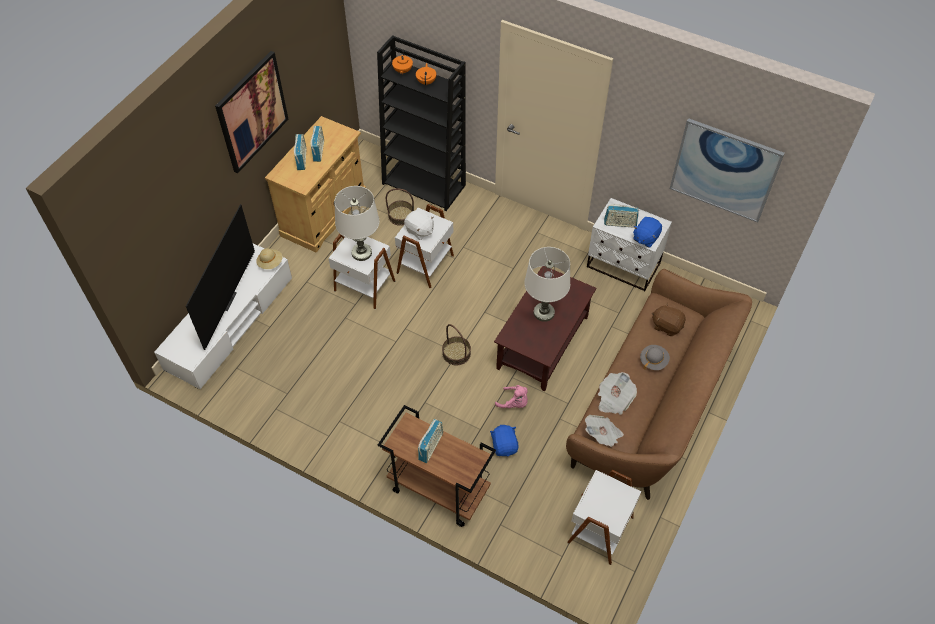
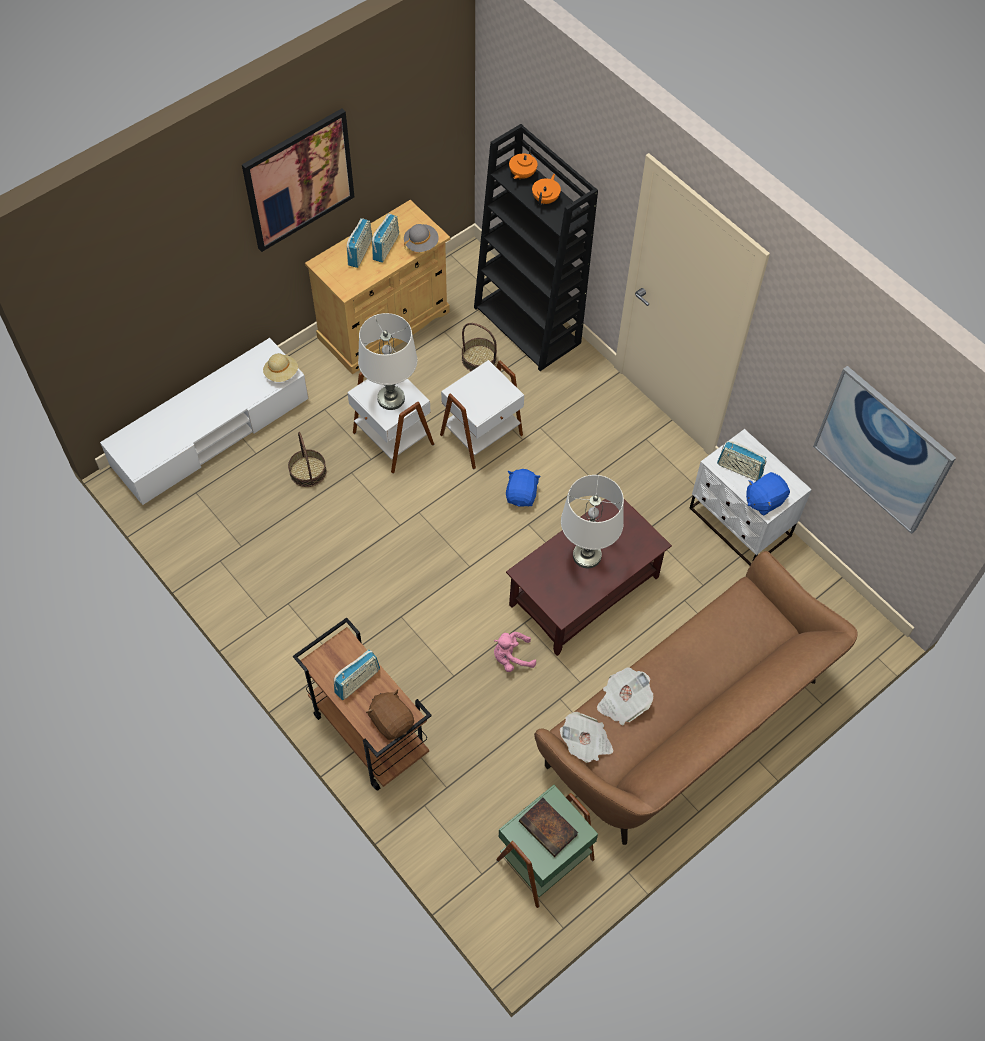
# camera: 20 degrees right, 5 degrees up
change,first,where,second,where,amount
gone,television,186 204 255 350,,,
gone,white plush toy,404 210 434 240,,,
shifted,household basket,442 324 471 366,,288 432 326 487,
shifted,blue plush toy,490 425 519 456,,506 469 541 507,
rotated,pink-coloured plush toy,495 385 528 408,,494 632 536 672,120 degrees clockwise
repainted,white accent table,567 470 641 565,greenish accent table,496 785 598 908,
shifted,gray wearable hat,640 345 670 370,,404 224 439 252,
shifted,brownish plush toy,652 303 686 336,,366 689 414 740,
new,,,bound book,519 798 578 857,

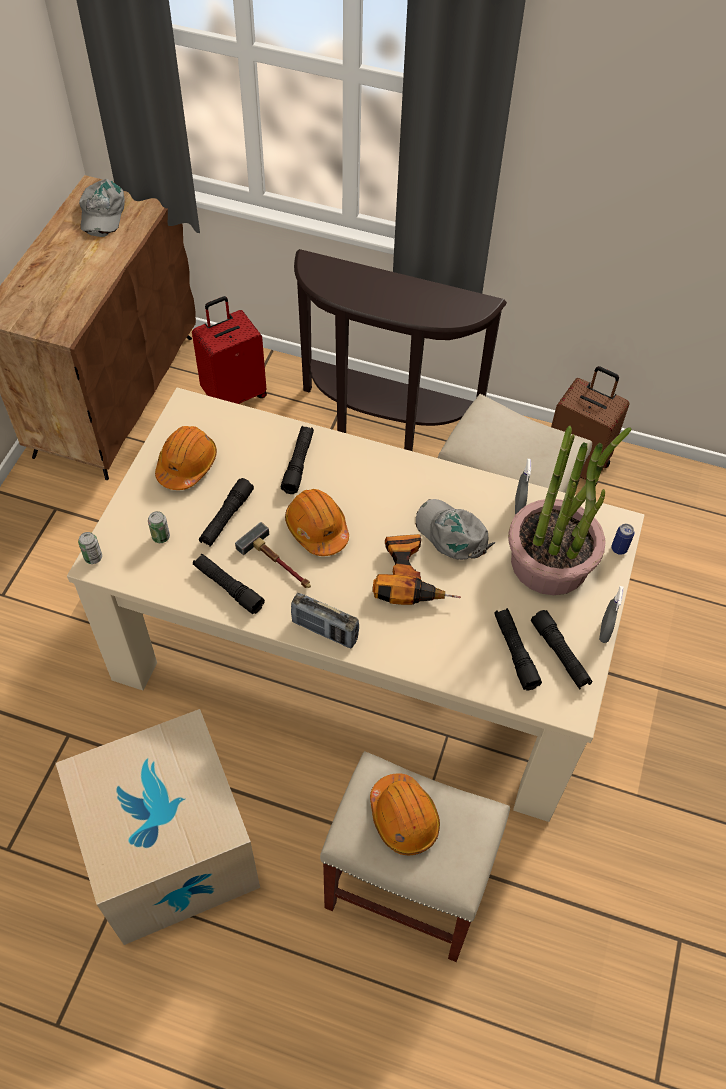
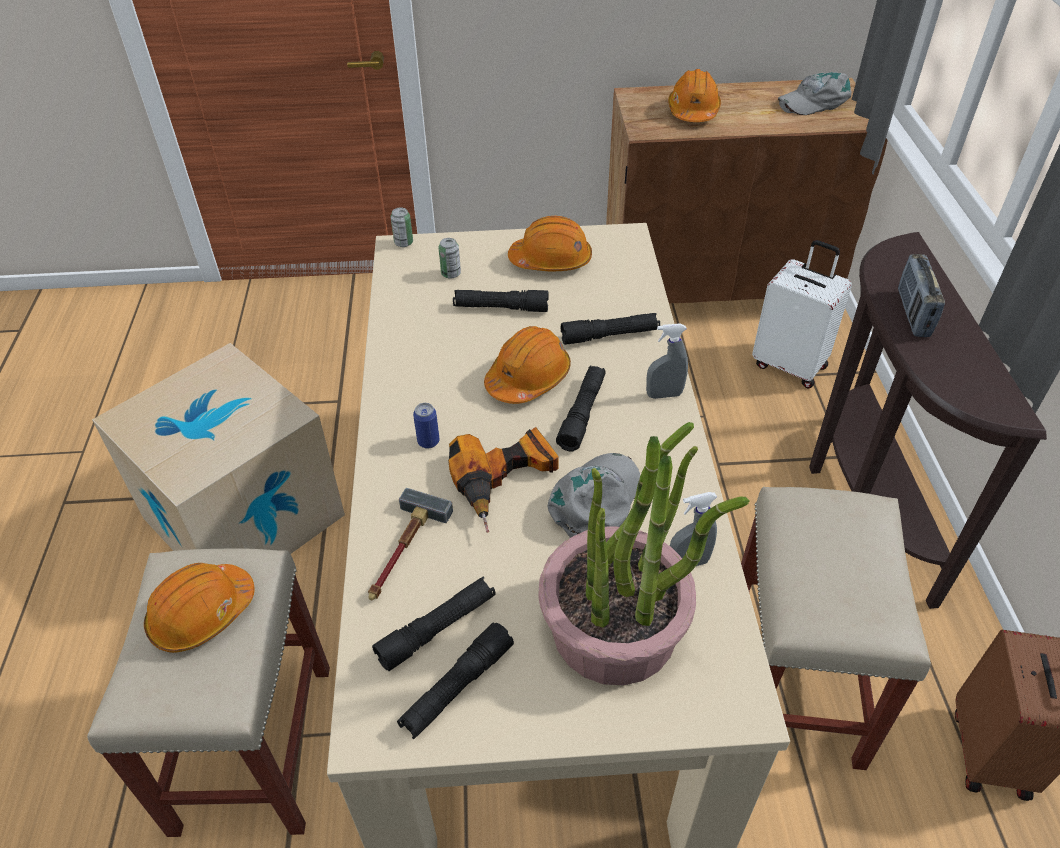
# camera: 70 degrees right, 10 degrees down
change,first,where,second,where,amount
repainted,red-coloured suitcase,192 296 267 404,white suitcase,752 240 852 388,
shifted,black-coloured torch,193 554 265 614,,556 366 606 451,
shifted,hammer,235 522 311 588,,368 488 453 600,
shifted,radio,291 592 359 648,,898 254 945 337,
shifted,gray spray bottle,599 586 624 643,,646 323 688 399,
shifted,metal can,611 524 635 555,,413 403 440 449,
new,,,orange hard hat,668 69 721 122,

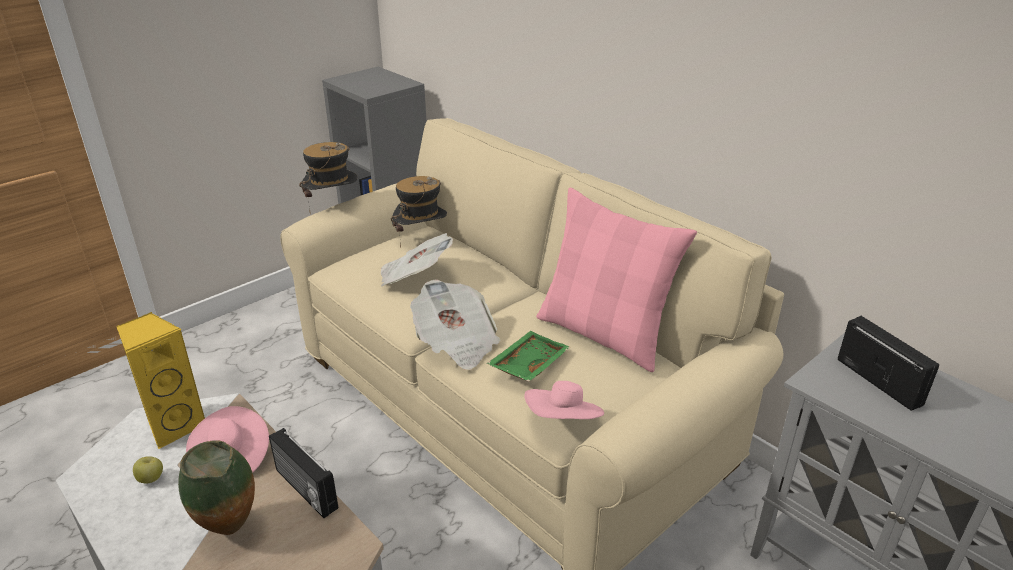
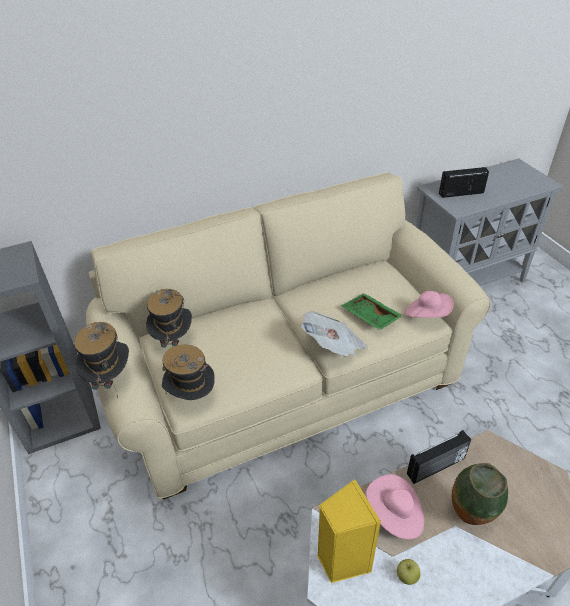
# camera: 70 degrees left, 10 degrees up
change,first,where,second,where,amount
gone,daily paper,381 233 453 287,,,
gone,pink-coloured throw pillow,536 188 697 372,,,
new,,,wearable hat,162 344 215 400,

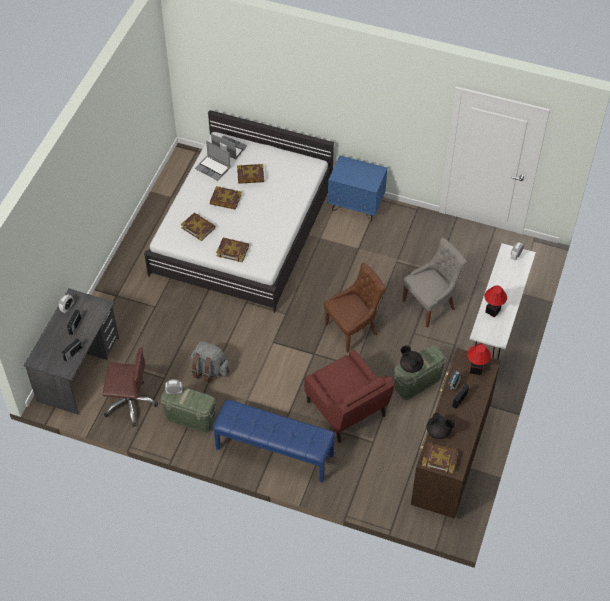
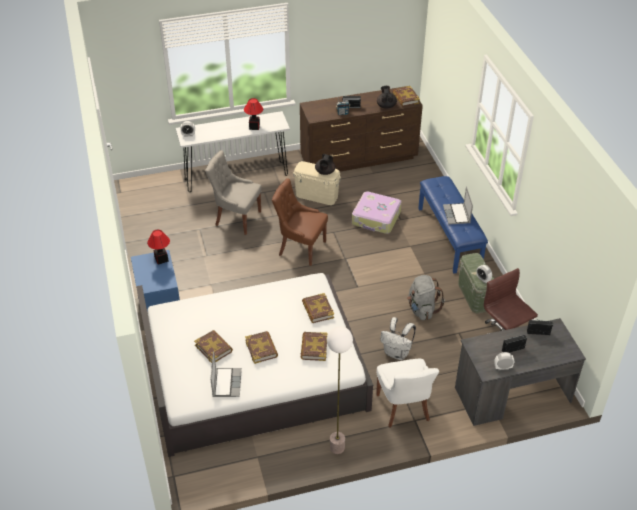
# camera: 125 degrees left, 10 degrees down
change,first,where,second,where,amount
shifted,notebook computer,211 134 247 159,,443 187 473 225,
swapped,red-coloured armchair,305 350 395 443,suitcase,352 191 402 234,
repainted,greenish storage container,394 345 446 400,sand-coloured storage container,293 161 341 205,
shifted,table lamp,467 344 491 375,,147 230 170 265,
new,,,floor lamp,327 326 353 454,
new,,,white plain chair,376 359 439 428,
new,,,white backpack,380 317 416 360,

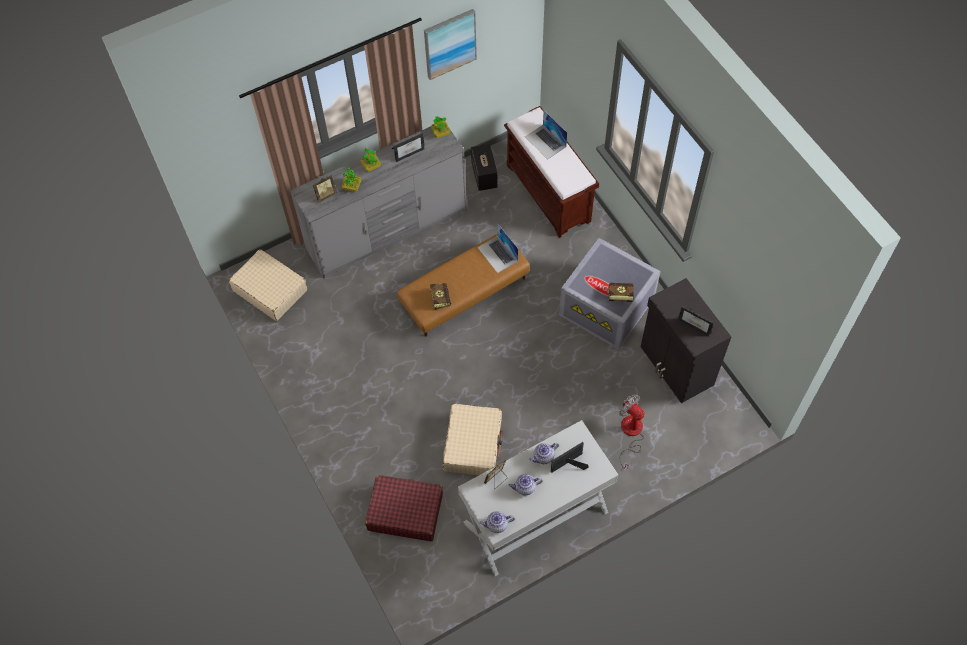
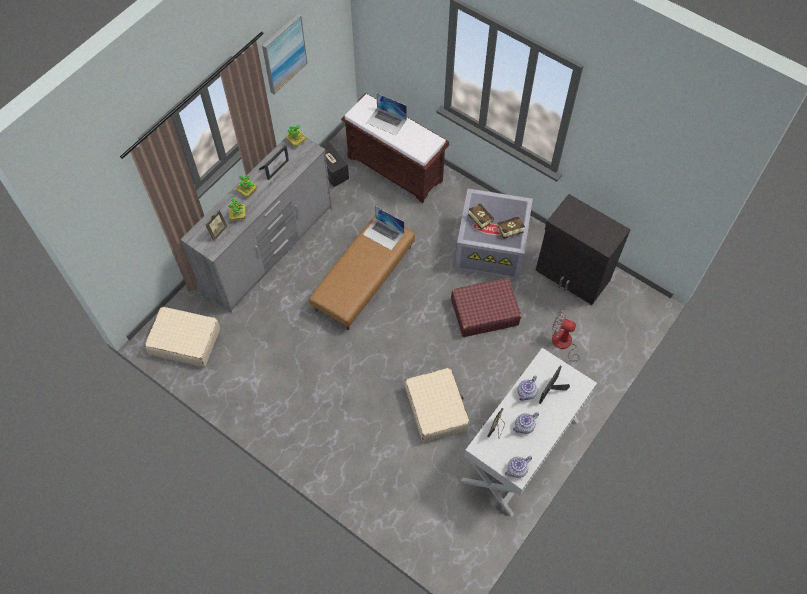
# camera: 25 degrees left, 0 degrees up
change,first,where,second,where,amount
shifted,red-coloured suitcase,365 475 443 541,,451 278 521 337,
shifted,bound book,430 283 451 310,,467 204 494 230,
gone,standing frame,678 306 714 336,,,

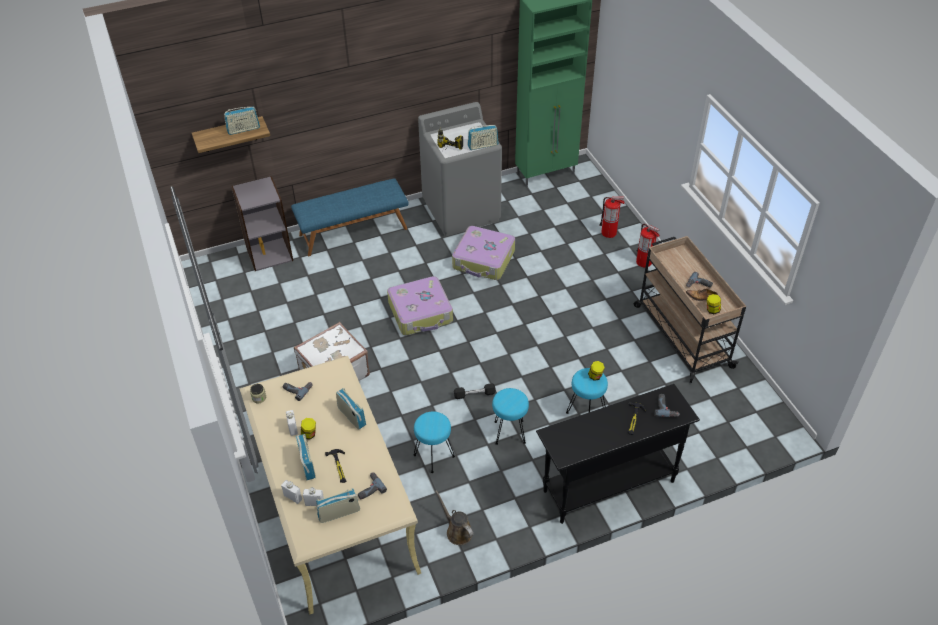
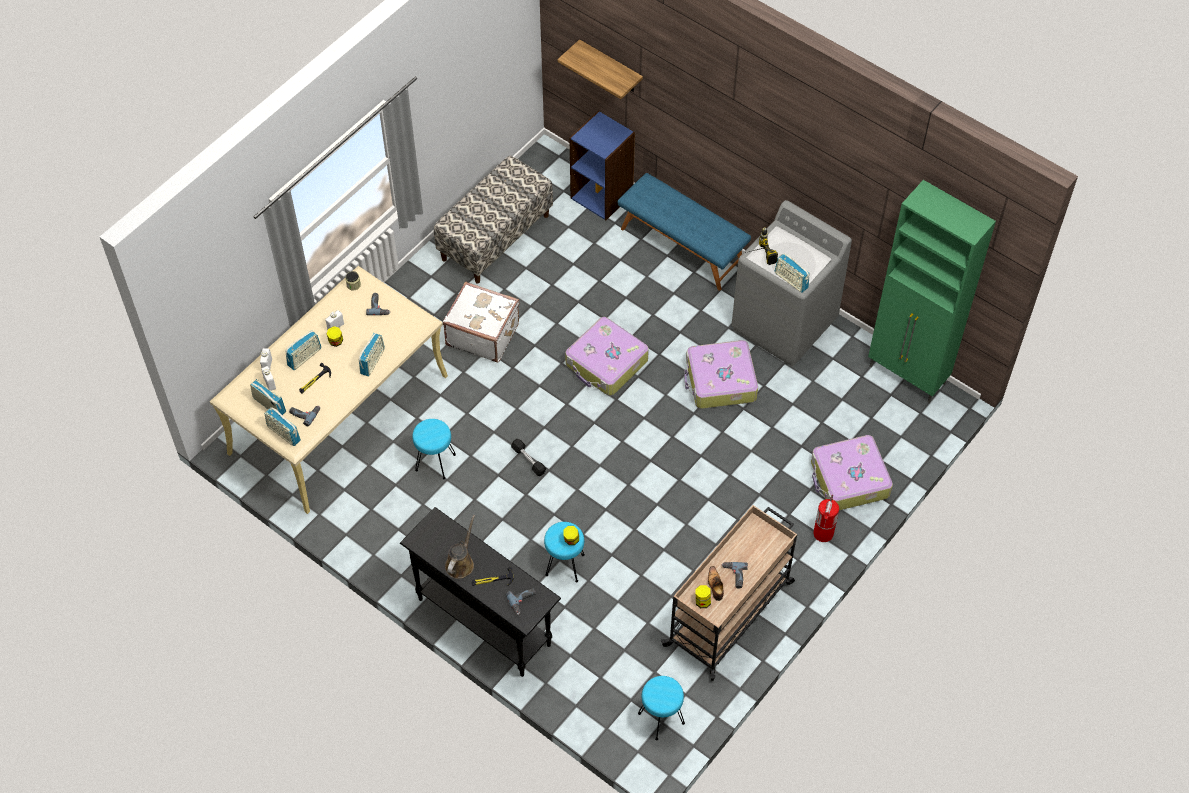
# camera: 60 degrees right, 10 degrees up
change,first,where,second,where,amount
shifted,radio,224 107 260 135,,264 407 301 446,
repainted,gray bookshelf,231 176 293 271,blue bookshelf,569 111 635 220,
shifted,brownish watering can,435 490 474 545,,445 515 475 579,
shifted,turquoise-coloured sitting stool,492 388 529 445,,638 676 685 741,
swapped,extinguisher,599 196 625 238,suitcase,811 435 893 510,
new,,,bench,434 155 553 284,

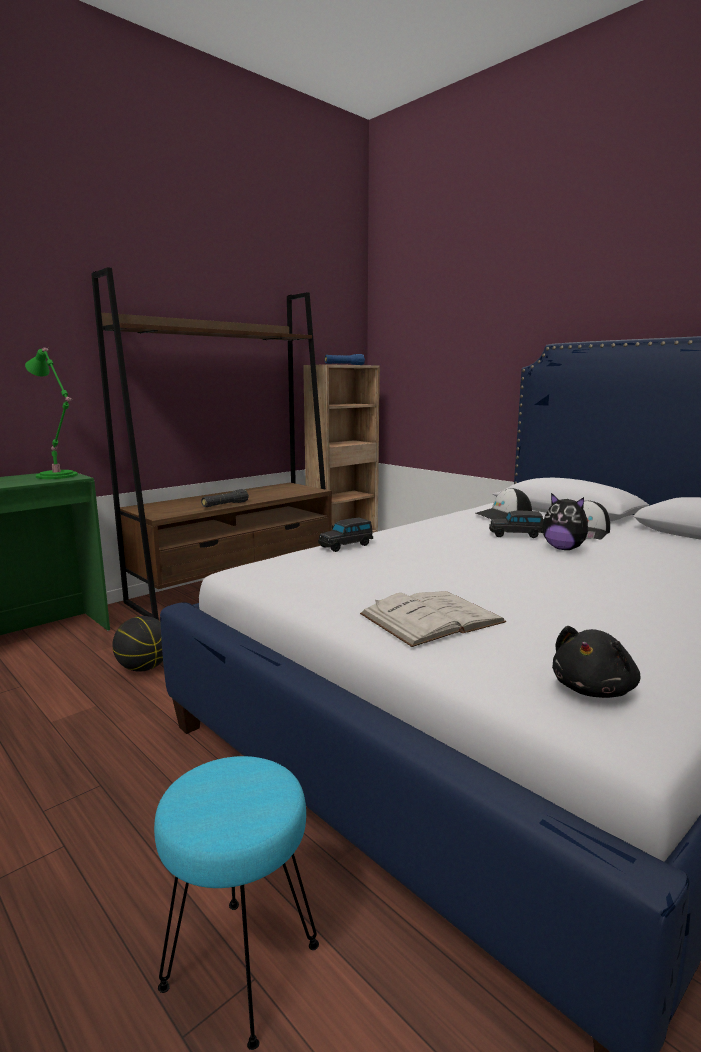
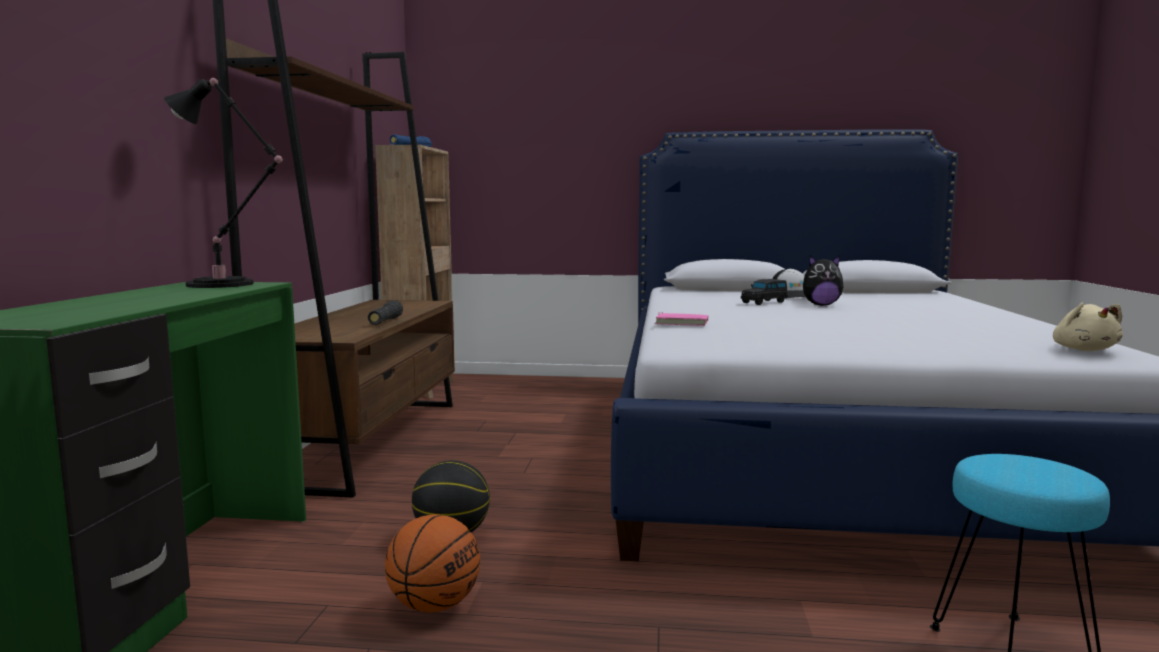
# camera: 40 degrees left, 5 degrees down
change,first,where,second,where,amount
repainted,greenish table lamp,25 347 78 479,black-coloured table lamp,164 78 286 288,
swapped,black-coloured miniature car,318 518 373 552,pink-coloured bound book,655 312 708 326,
gone,white bound book,360 591 506 647,,,
gone,cap,475 488 532 519,,,
repainted,black-coloured plush toy,552 626 640 698,sand-coloured plush toy,1053 303 1123 351,
new,,,ball for basketball,385 514 480 613,

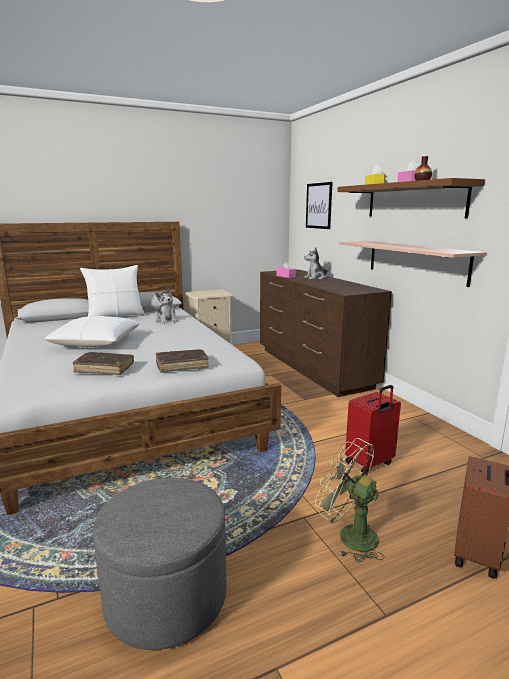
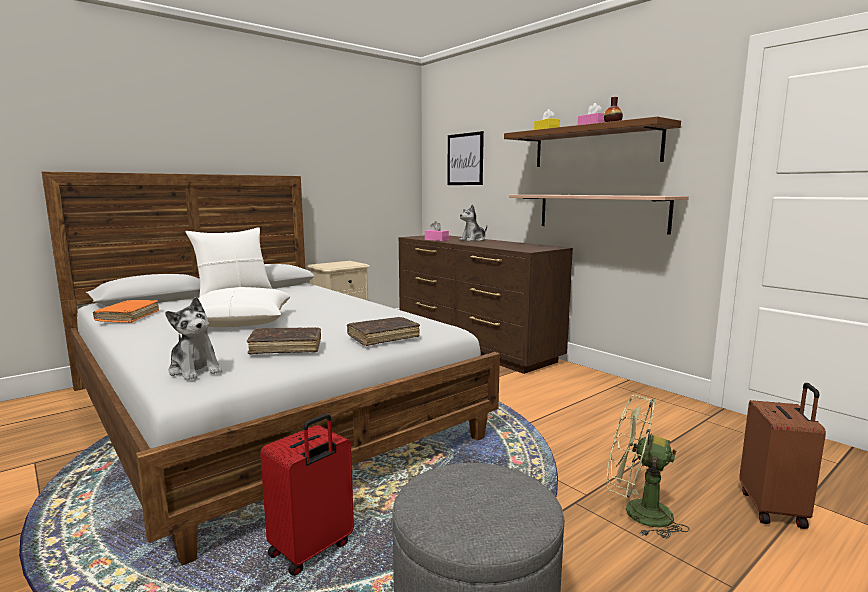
# camera: 15 degrees left, 5 degrees down
change,first,where,second,where,amount
shifted,plush toy,156 287 178 324,,165 297 222 380,
shifted,red-coloured suitcase,345 385 401 474,,260 413 354 576,
new,,,orange bound book,93 300 159 323,

